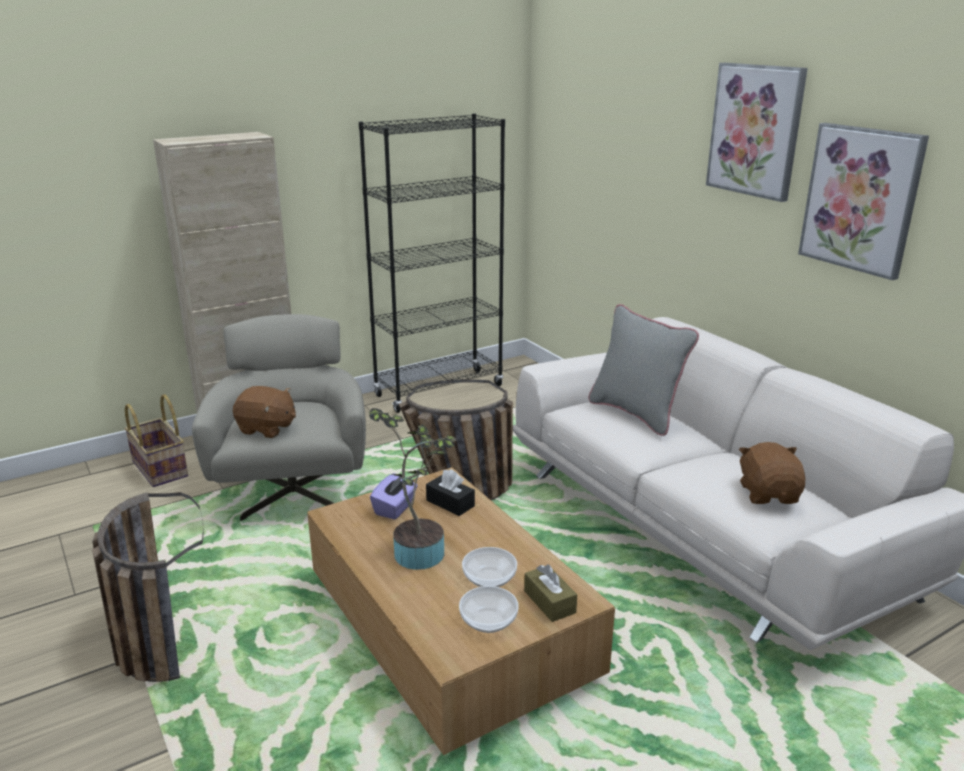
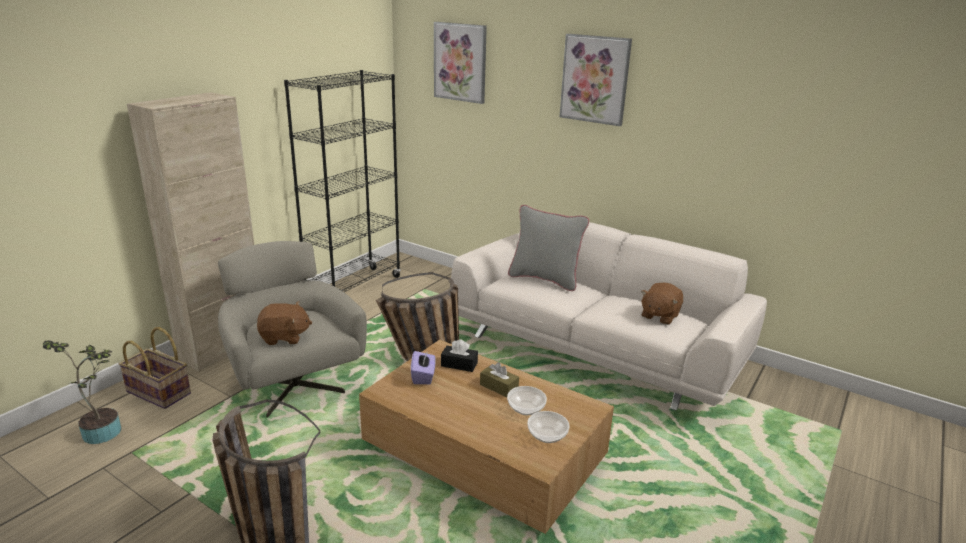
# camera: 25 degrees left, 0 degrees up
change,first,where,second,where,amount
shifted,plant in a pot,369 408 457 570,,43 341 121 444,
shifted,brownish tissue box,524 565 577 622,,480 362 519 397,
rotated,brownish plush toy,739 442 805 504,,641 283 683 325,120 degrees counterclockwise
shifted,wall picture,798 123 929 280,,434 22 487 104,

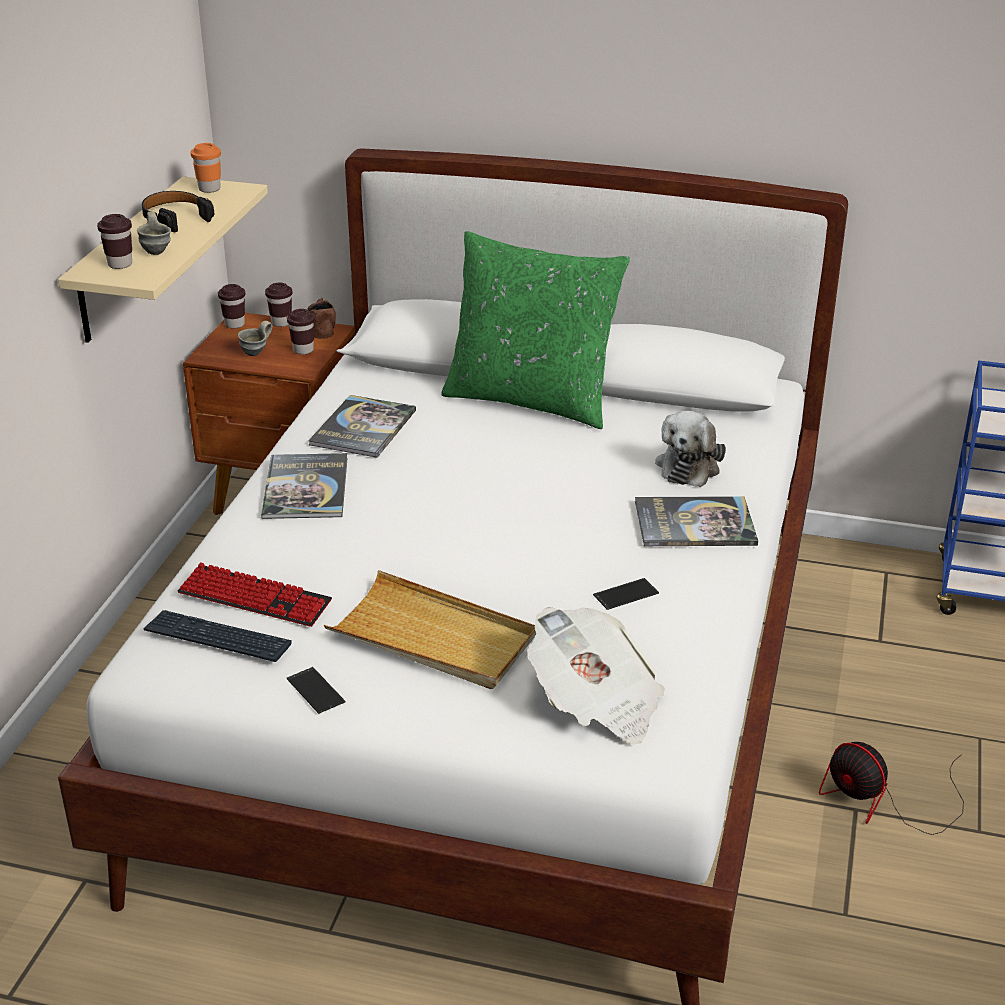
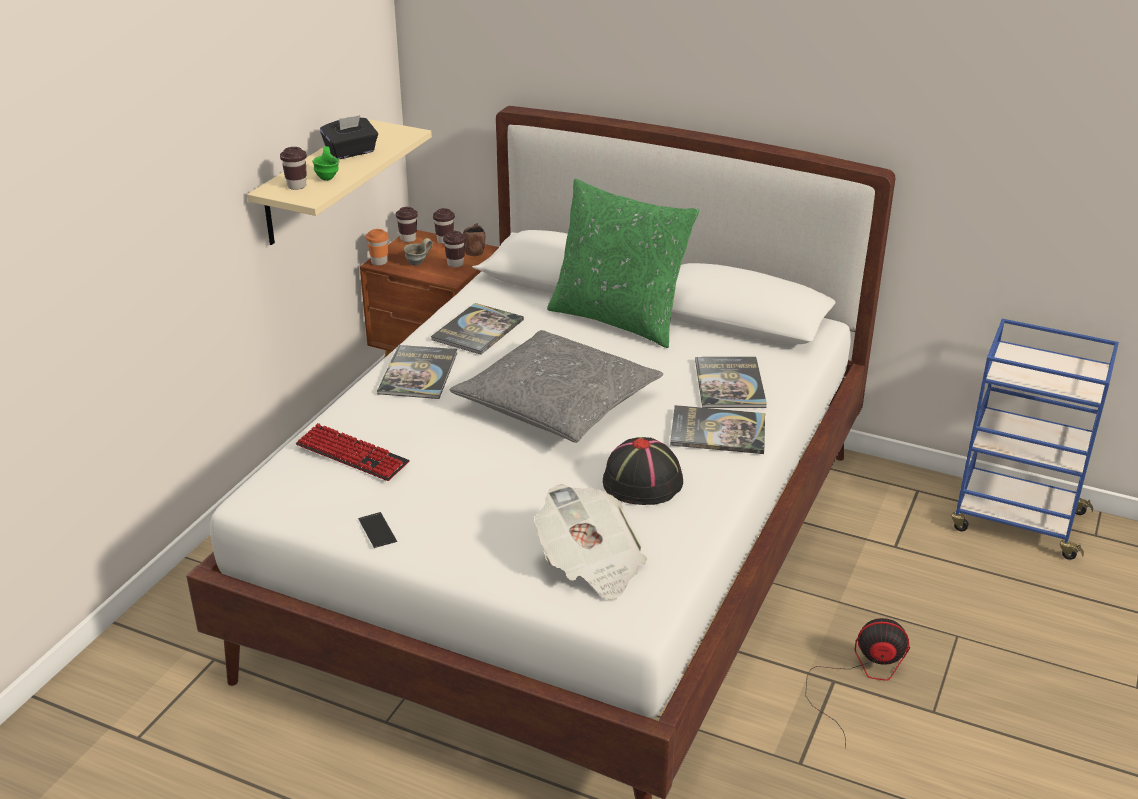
# camera: 10 degrees right, 0 degrees up
change,first,where,second,where,amount
repainted,gray tea mug,137 212 171 255,greenish tea mug,313 146 339 181,
swapped,black-coloured headset,142 191 214 232,black-coloured tissue box,320 115 378 159,
gone,PC keyboard,144 610 292 662,,,
shifted,orange cup,190 143 221 193,,366 229 389 266,
gone,sand-coloured tray,324 570 536 689,,,
swapped,telephone,593 578 659 610,black-coloured wearable hat,603 437 683 505,
swapped,plush toy,655 411 726 487,bound book,695 357 767 408,
rotated,cooling fan,819 742 964 835,,805 618 910 749,135 degrees clockwise
new,,,gray throw pillow,450 330 663 443,

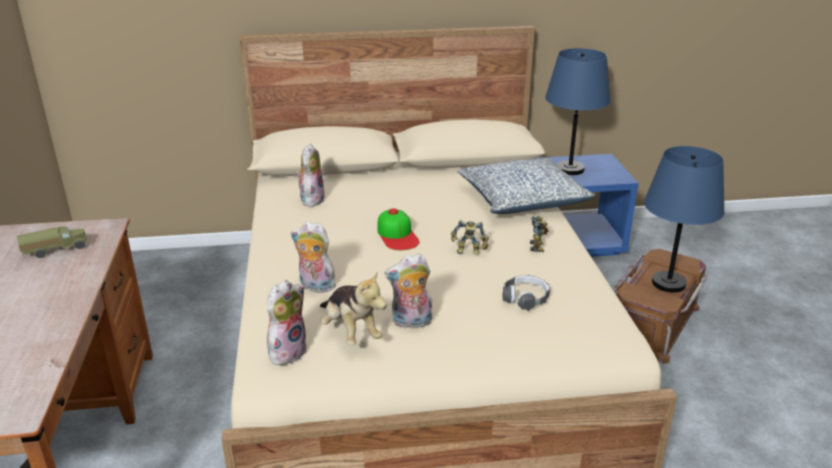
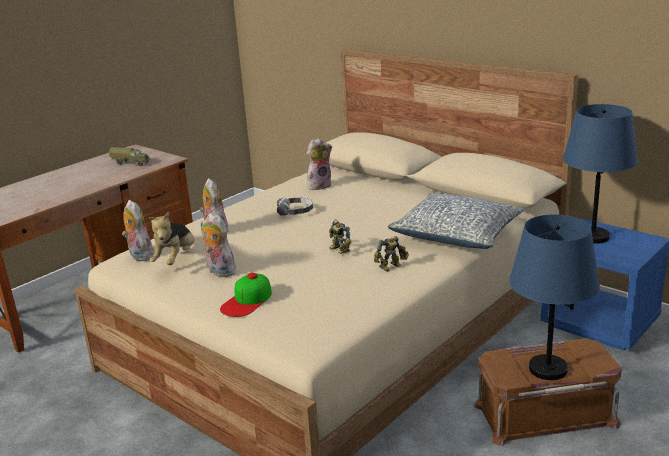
# camera: 50 degrees right, 5 degrees down
change,first,where,second,where,amount
rotated,plush toy,267 280 307 366,,122 200 154 261,120 degrees counterclockwise
shifted,cap,377 208 420 250,,220 273 272 317,
shifted,headset,502 275 550 311,,277 198 313 216,

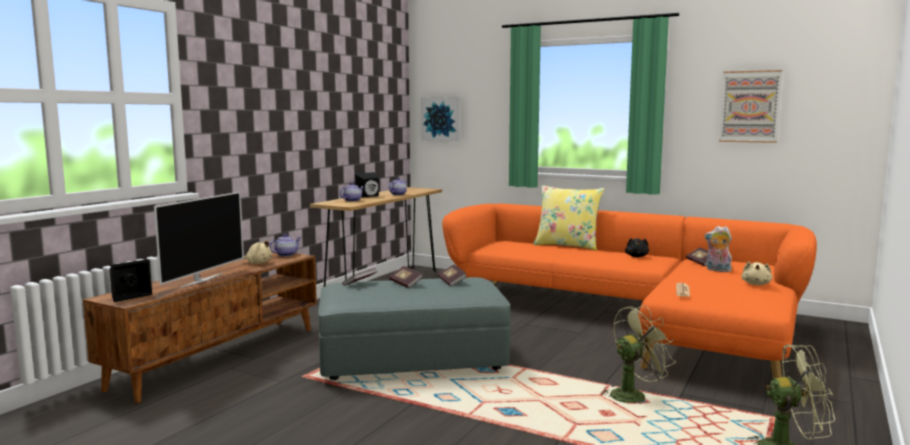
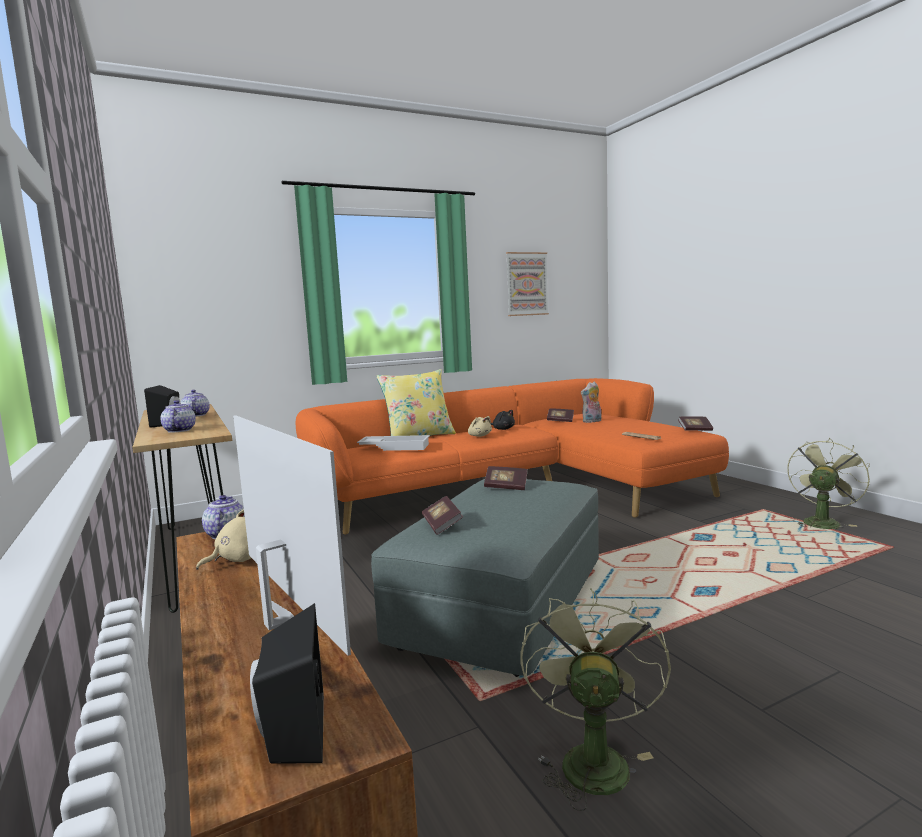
# camera: 55 degrees left, 0 degrees up
change,first,where,second,where,amount
shifted,bound book,389 266 423 288,,678 416 713 431,
gone,wall picture,421 97 461 142,,,
shifted,greenish cooling fan,601 305 676 404,,520 588 671 811,
shifted,sand-coloured plush toy,741 261 773 285,,468 416 492 437,
new,,,white tray,357 435 430 451,

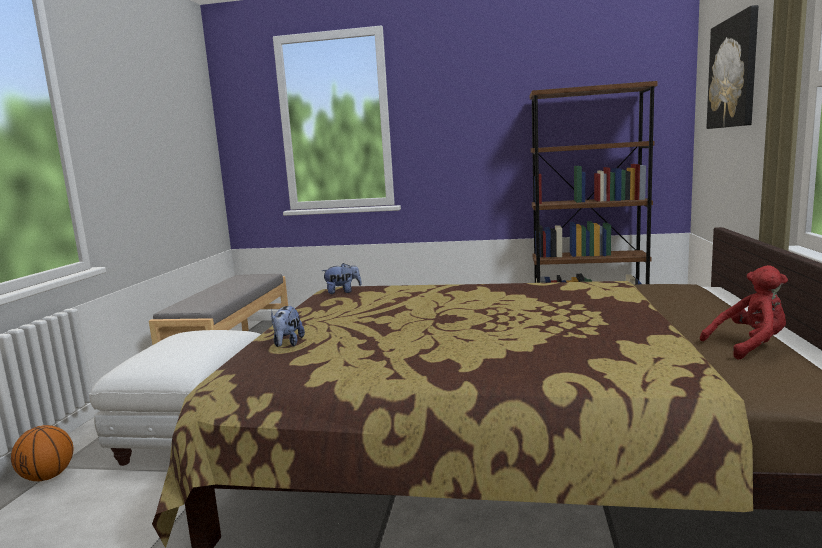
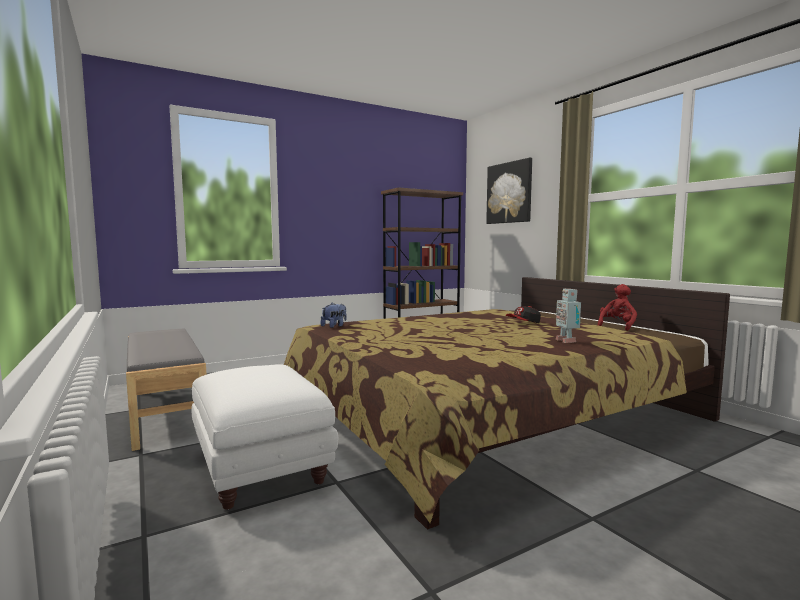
# camera: 40 degrees left, 5 degrees down
change,first,where,second,where,amount
gone,ball for basketball,11 425 74 481,,,
gone,plush toy,271 306 305 347,,,
new,,,cap,506 306 541 323,
new,,,robot figure,556 289 581 343,

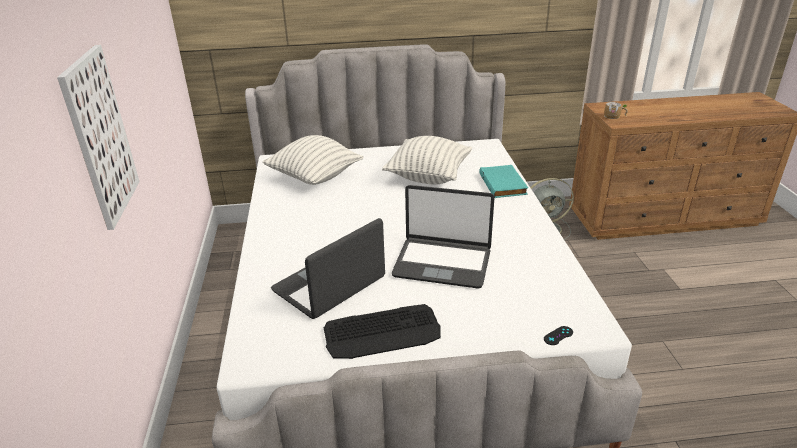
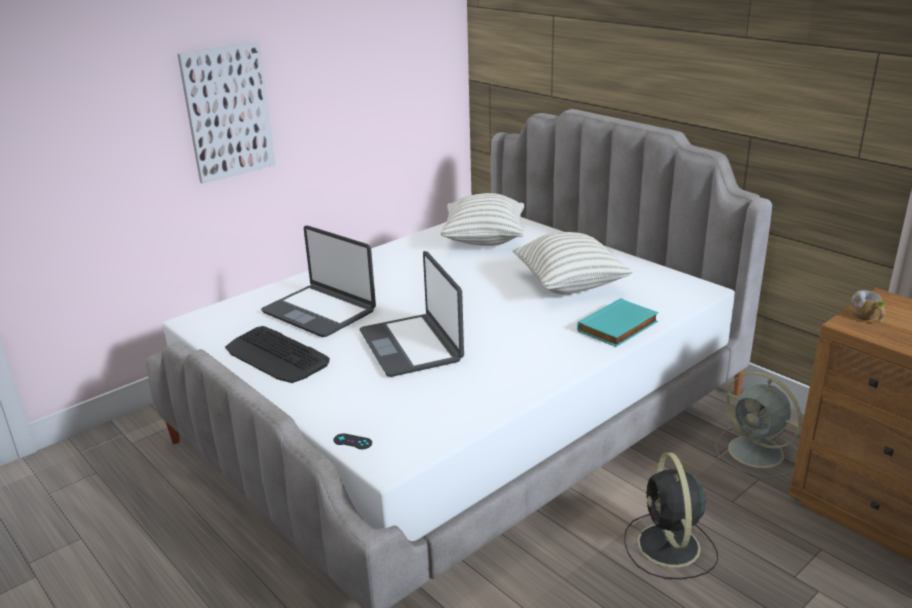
# camera: 55 degrees right, 5 degrees down
change,first,where,second,where,amount
rotated,notebook computer,271 218 385 319,,261 225 376 337,150 degrees counterclockwise
new,,,black-coloured cooling fan,624 452 718 579,

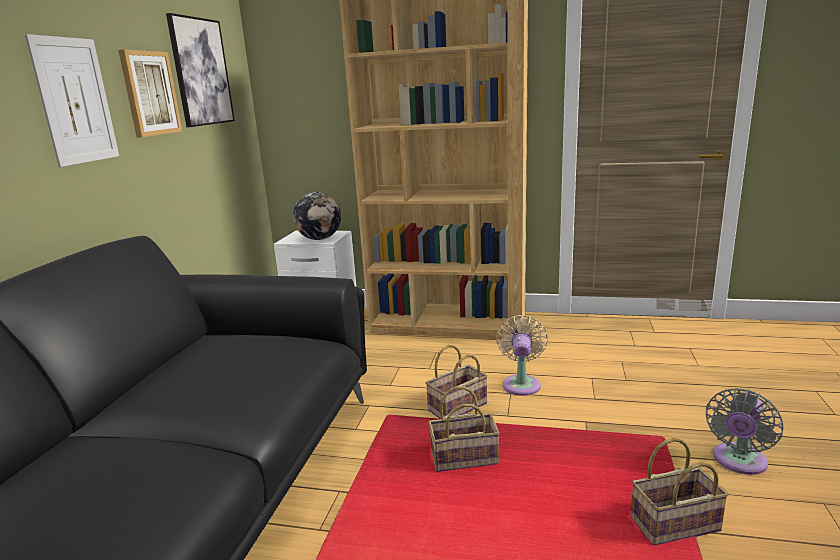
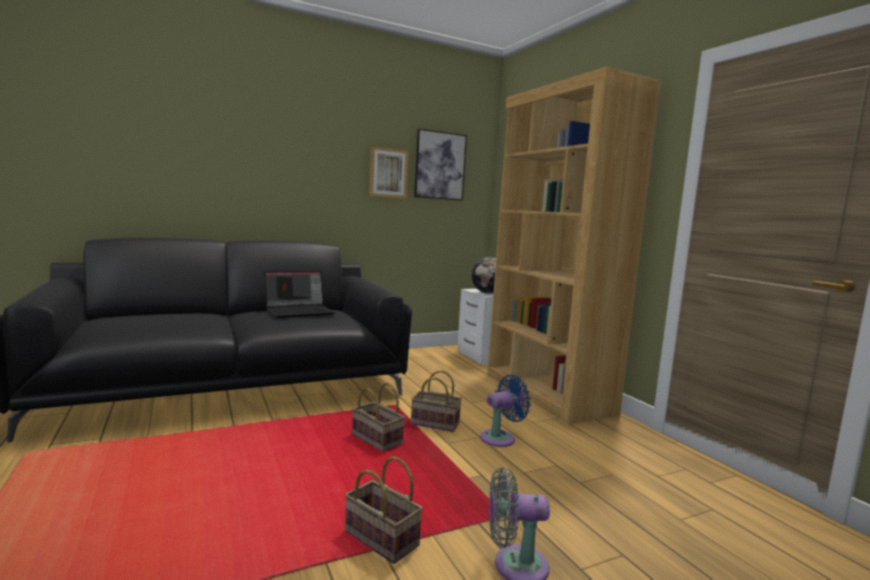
# camera: 50 degrees right, 10 degrees down
change,first,where,second,where,amount
gone,wall picture,25 34 119 167,,,
repainted,sand-coloured cooling fan,496 315 548 396,blue cooling fan,480 375 531 447,
new,,,notebook computer,264 271 335 318,

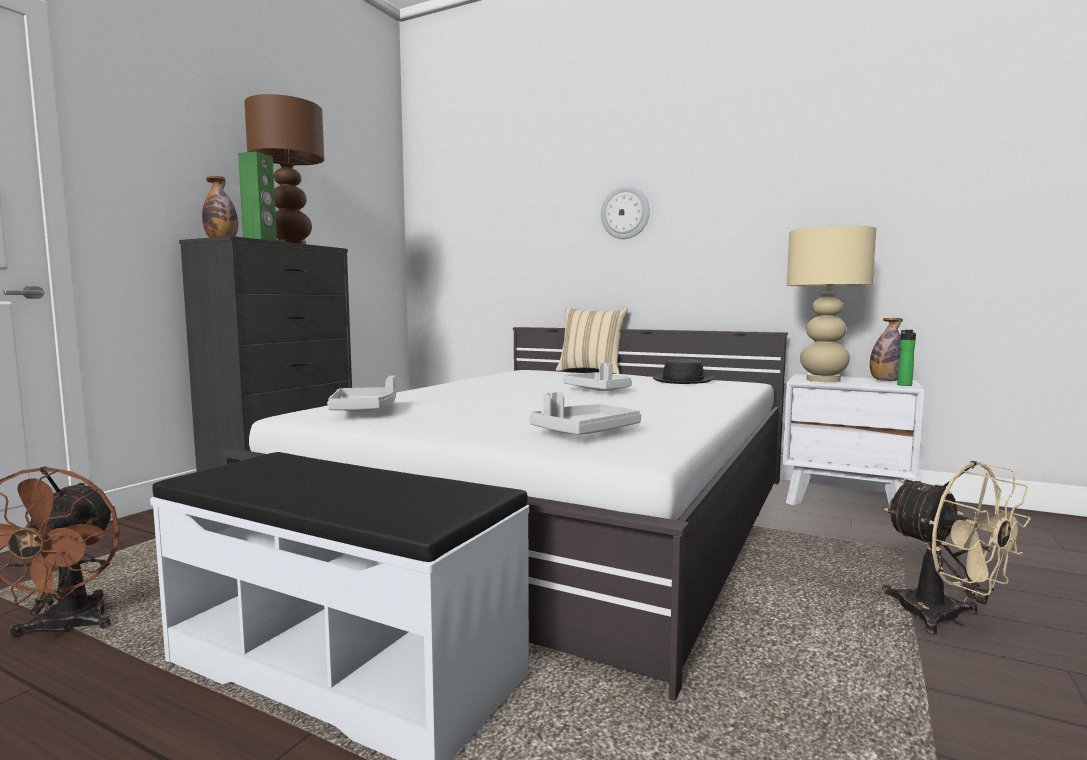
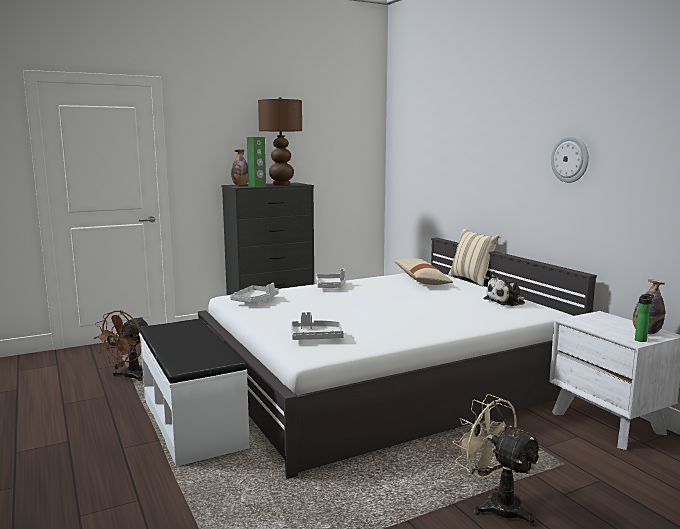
# camera: 35 degrees right, 5 degrees up
change,first,where,second,where,amount
shifted,gray tray,563 363 632 391,,316 269 345 288,
shifted,hanging clock,601 186 650 239,,551 136 589 183,
swapped,black-coloured wearable hat,653 359 714 384,plush toy,484 271 525 306,
gone,sand-coloured table lamp,787 225 876 382,,,
rotated,sand-coloured cooling fan,882 461 1031 635,,453 394 543 526,135 degrees clockwise
new,,,sand-coloured throw pillow,394 258 453 285,

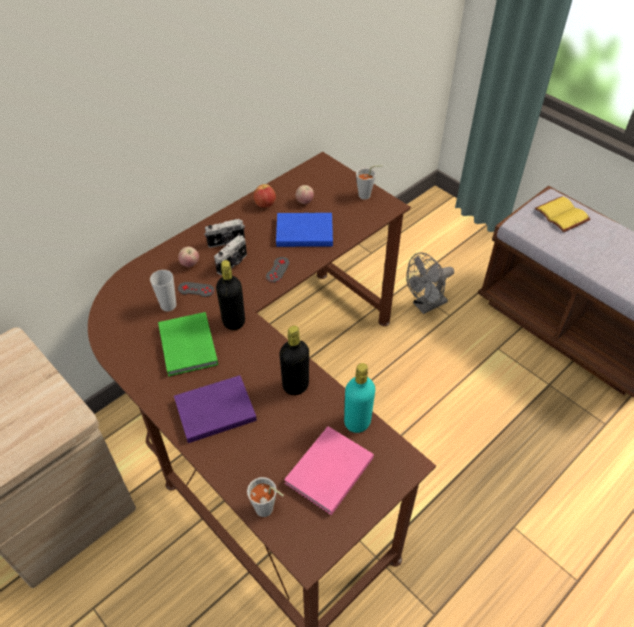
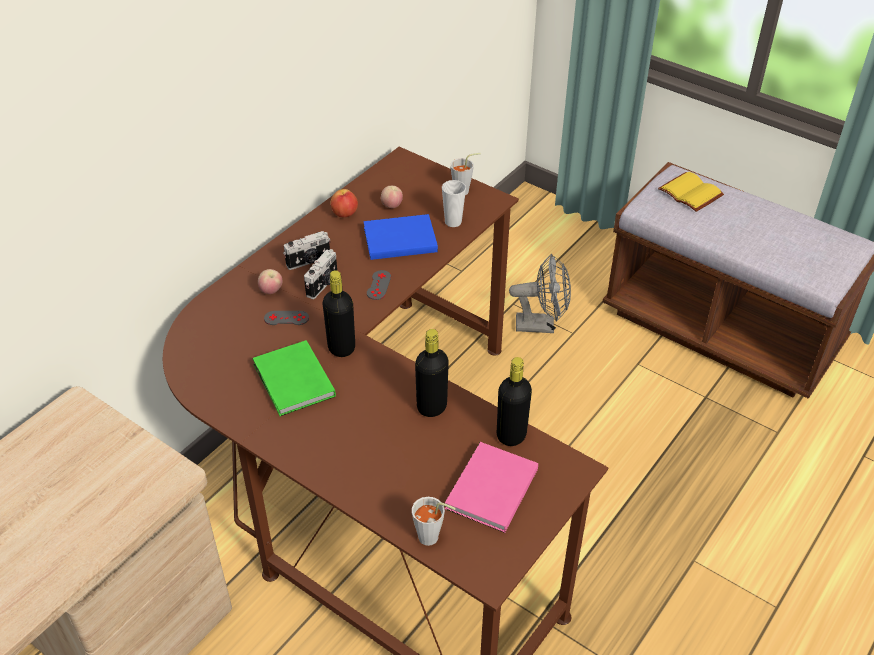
# camera: 10 degrees left, 5 degrees down
change,first,where,second,where,amount
shifted,cup,150 270 176 311,,442 180 466 227,
gone,purplish bound book,174 375 257 443,,,
repainted,turquoise-coloured drink bottle,344 363 375 433,black-coloured drink bottle,497 357 532 446,
rotated,gray cooling fan,406 253 454 314,,509 254 571 333,135 degrees counterclockwise

